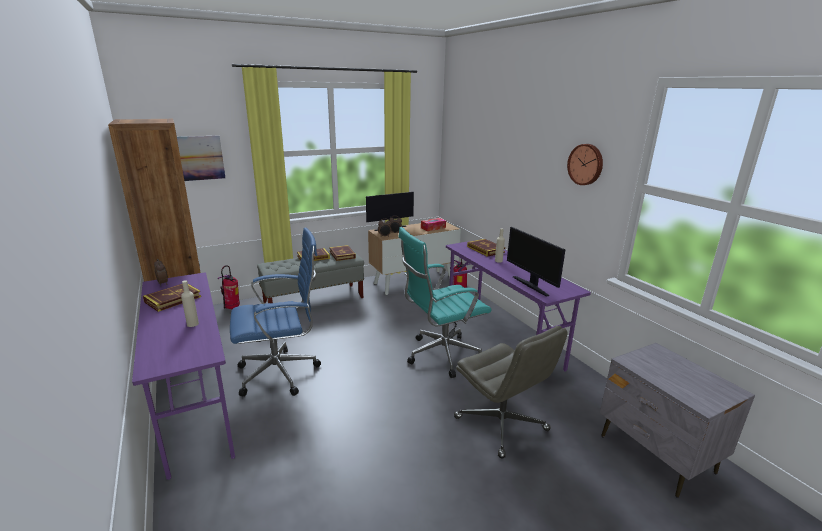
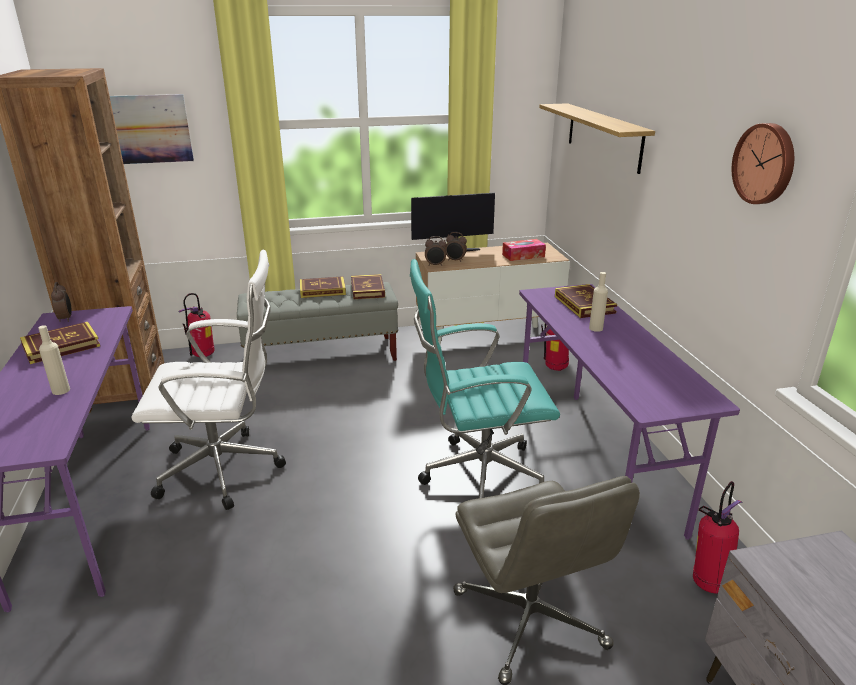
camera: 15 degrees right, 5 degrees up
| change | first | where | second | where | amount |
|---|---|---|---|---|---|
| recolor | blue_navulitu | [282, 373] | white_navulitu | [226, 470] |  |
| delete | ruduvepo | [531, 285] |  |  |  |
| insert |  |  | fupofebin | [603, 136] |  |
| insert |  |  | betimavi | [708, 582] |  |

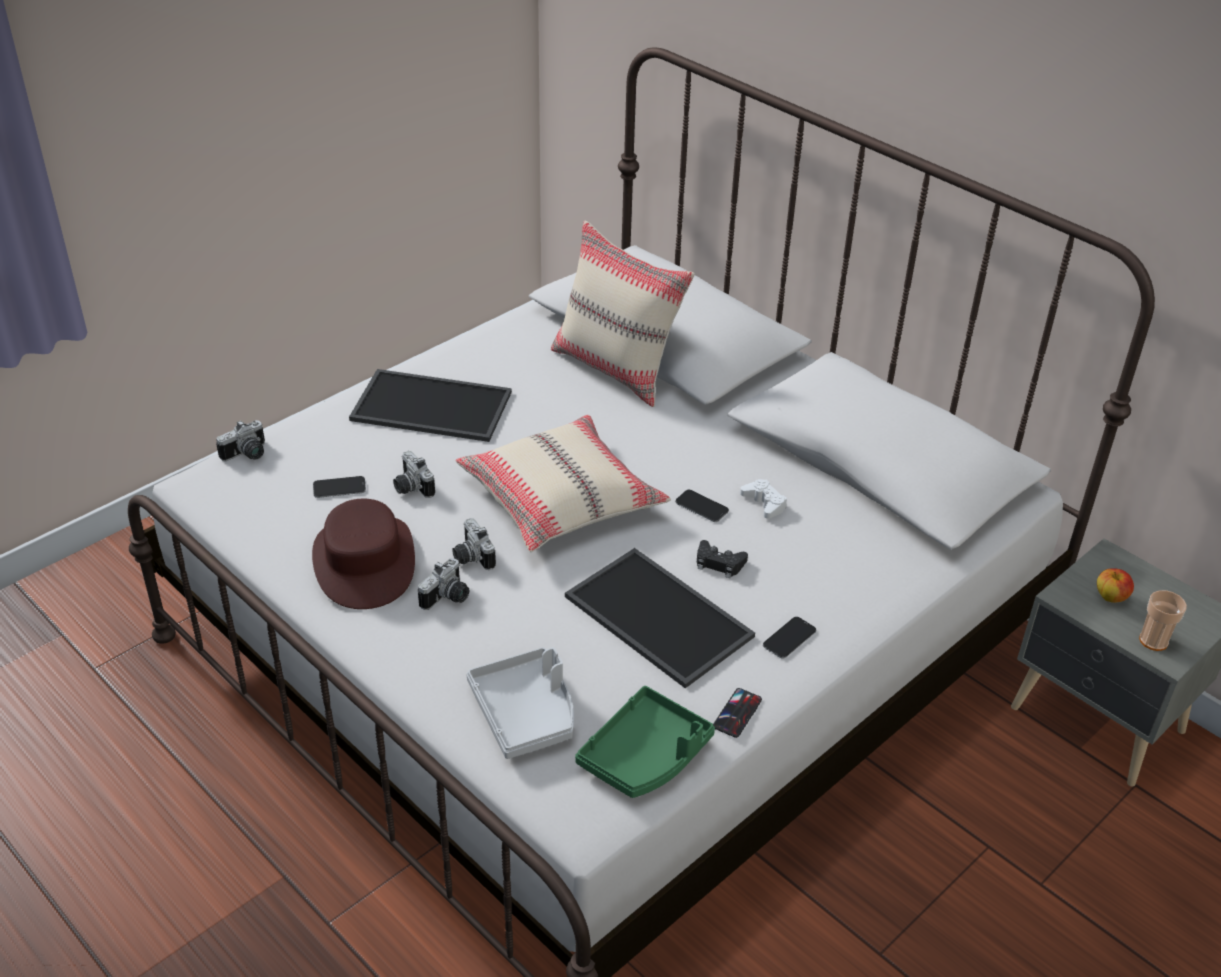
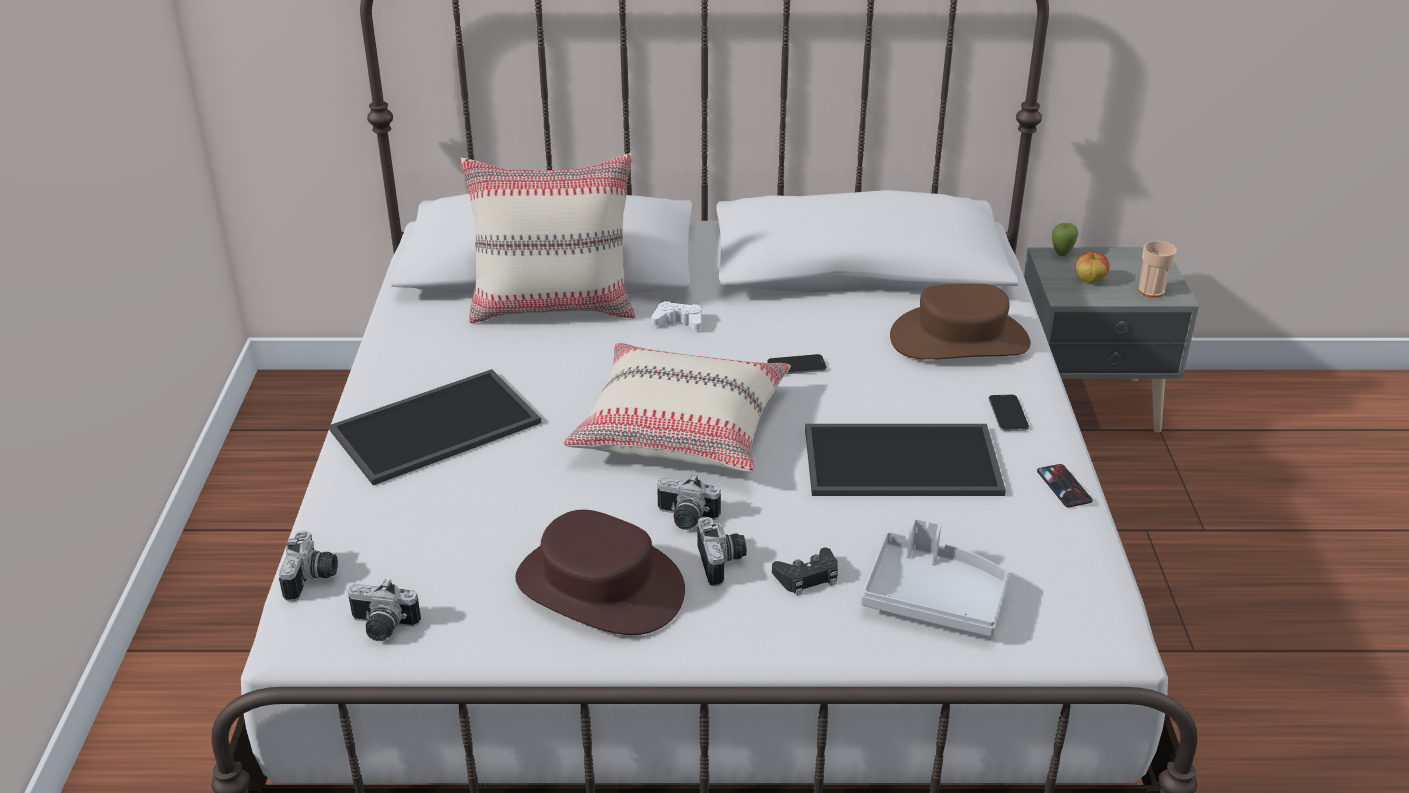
camera: 45 degrees left, 5 degrees down
| change | first | where | second | where | amount |
|---|---|---|---|---|---|
| move | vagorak | [410, 487] |  | [382, 628] |  |
| delete | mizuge | [339, 488] |  |  |  |
| move | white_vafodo | [764, 503] |  | [678, 322] |  |
| move | black_vafodo | [719, 563] |  | [807, 577] |  |
| delete | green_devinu | [645, 756] |  |  |  |
| insert |  |  | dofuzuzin | [1061, 254] |  |
| insert |  |  | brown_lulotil | [959, 339] |  |

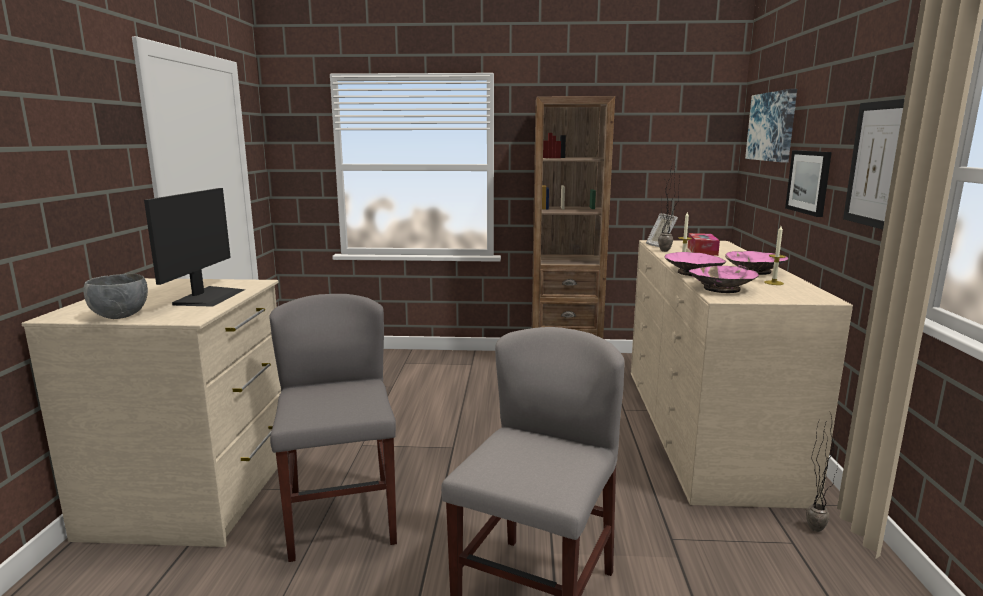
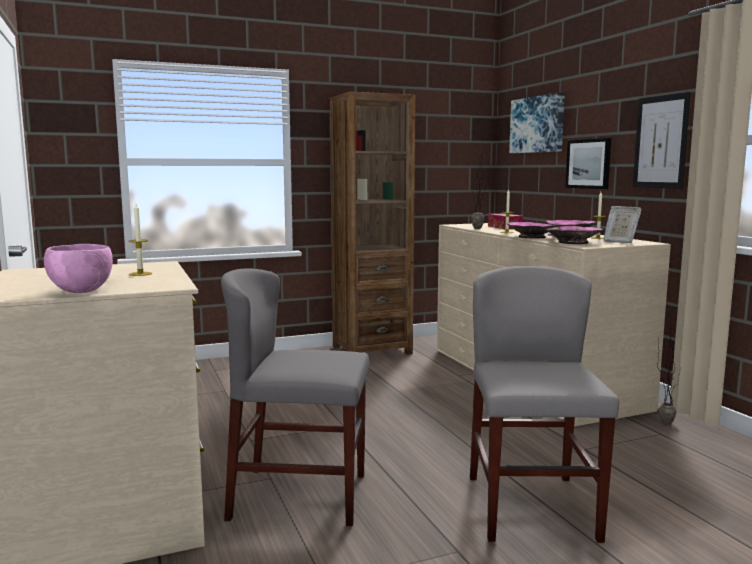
camera: 25 degrees left, 5 degrees down
| change | first | where | second | where | amount |
|---|---|---|---|---|---|
| replace | ruduvepo | [209, 296] | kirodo | [140, 274] |  |
| move | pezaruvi | [660, 245] |  | [620, 242] |  |
| recolor | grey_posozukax | [119, 316] | pink_posozukax | [80, 291] |  |
| rotate | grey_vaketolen | [342, 517] |  | [299, 496] | 45 degrees counterclockwise |

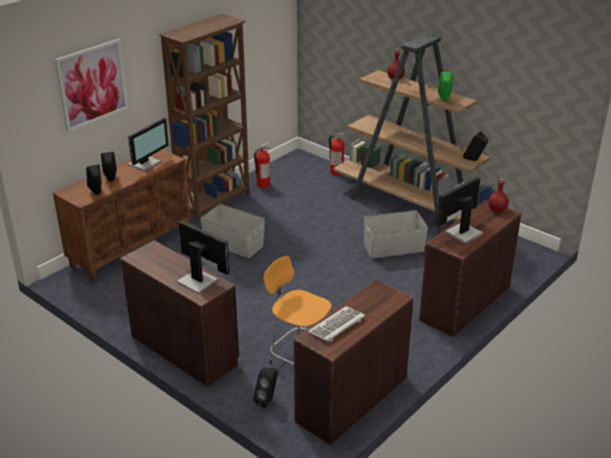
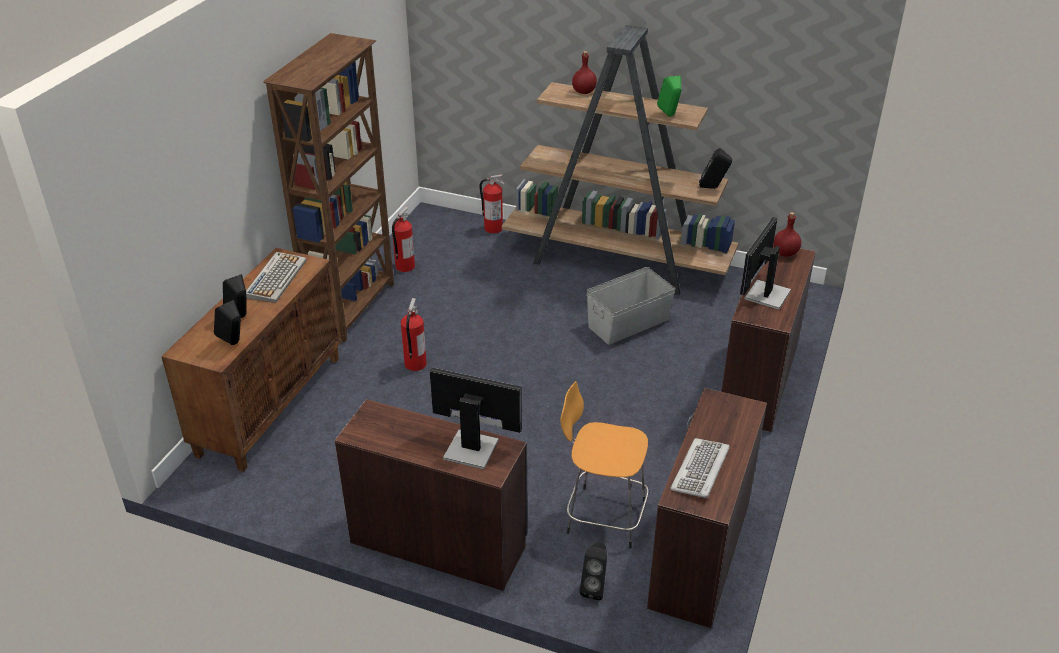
camera: 20 degrees left, 5 degrees up
| change | first | where | second | where | amount |
|---|---|---|---|---|---|
| delete | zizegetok | [92, 84] |  |  |  |
| replace | ruduvepo | [145, 163] | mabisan | [275, 278] |  |
| replace | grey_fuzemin | [233, 244] | betimavi | [415, 364] |  |

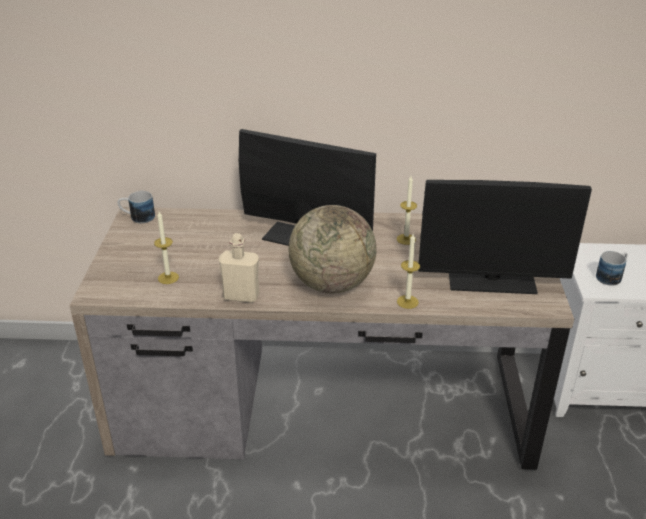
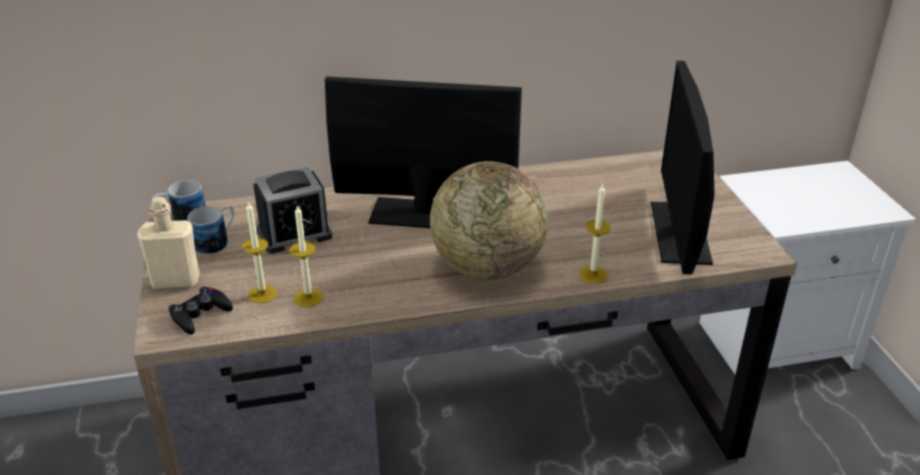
camera: 15 degrees left, 0 degrees up
| change | first | where | second | where | amount |
|---|---|---|---|---|---|
| move | kirodo | [406, 239] |  | [308, 298] |  |
| rotate | ruduvepo | [491, 281] |  | [680, 232] | 105 degrees clockwise |
| move | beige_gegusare | [241, 296] |  | [176, 281] |  |
| move | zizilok | [611, 276] |  | [216, 241] |  |
| insert |  |  | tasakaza | [294, 234] |  |
| insert |  |  | black_vafodo | [200, 315] |  |

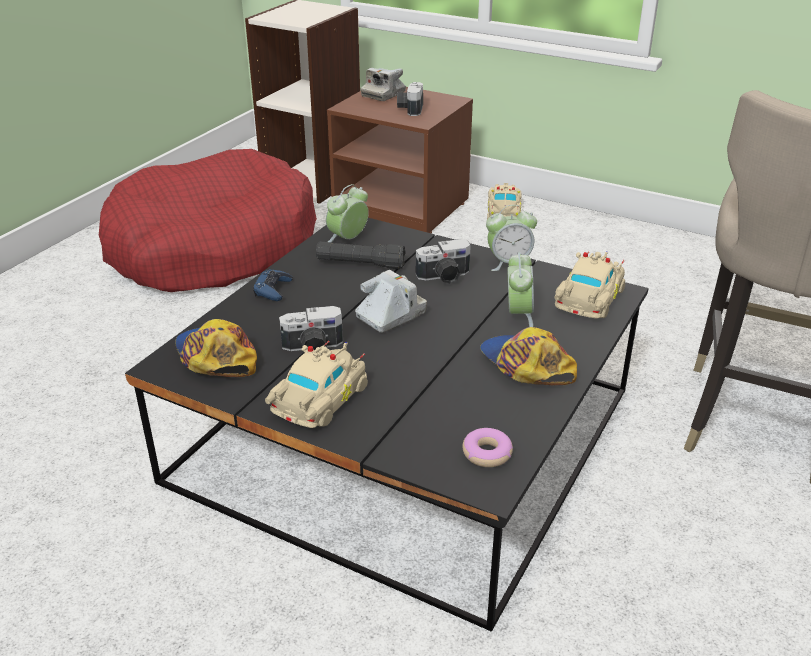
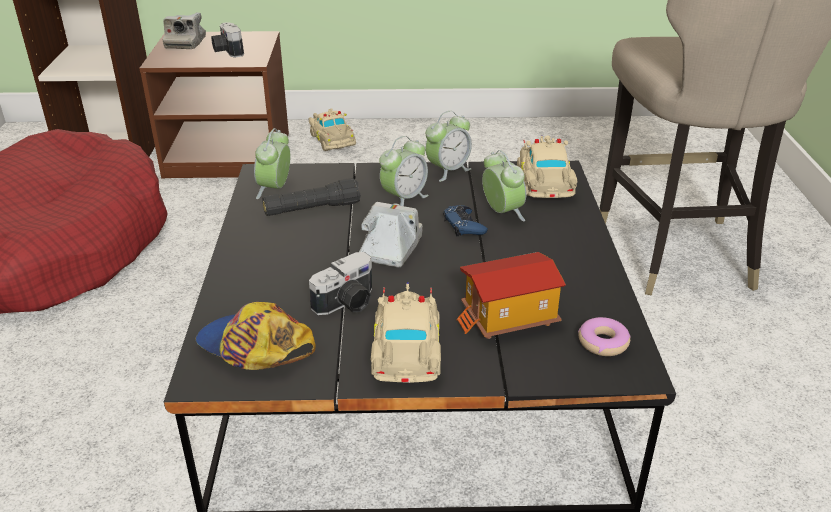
camera: 30 degrees left, 0 degrees up
| change | first | where | second | where | amount |
|---|---|---|---|---|---|
| replace | vagorak | [444, 277] | tasakaza | [404, 199] |  |
| move | blue_vafodo | [273, 289] |  | [464, 225] |  |
| delete | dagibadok | [525, 365] |  |  |  |
| insert |  |  | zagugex | [509, 319] |  |

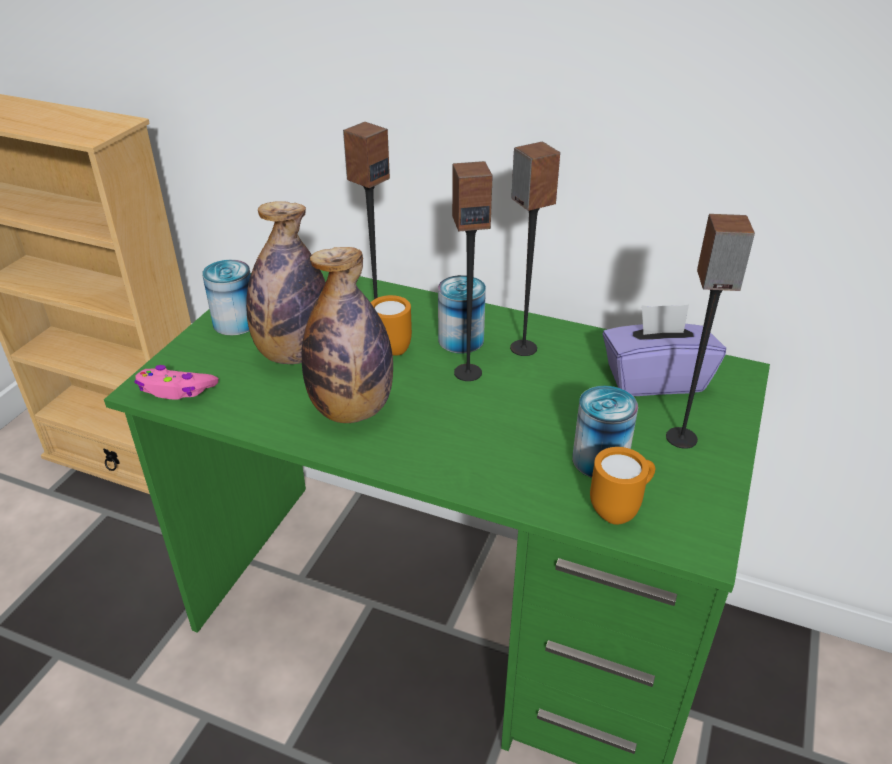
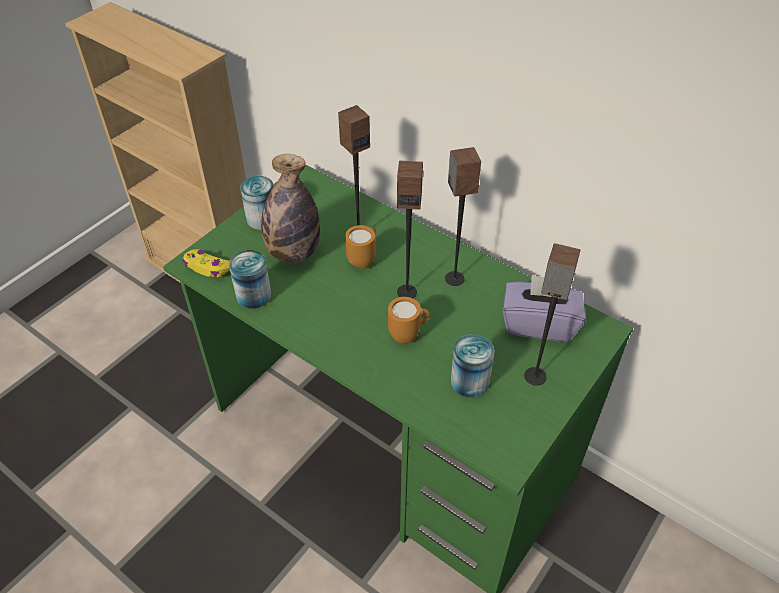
camera: 15 degrees right, 10 degrees up
| change | first | where | second | where | amount |
|---|---|---|---|---|---|
| delete | gegusare | [352, 410] |  |  |  |
| move | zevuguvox | [461, 340] |  | [253, 295] |  |
| recolor | pink_vafodo | [176, 390] | yellow_vafodo | [209, 268] |  |
| move | orange_zizilok | [619, 510] |  | [408, 335] |  |

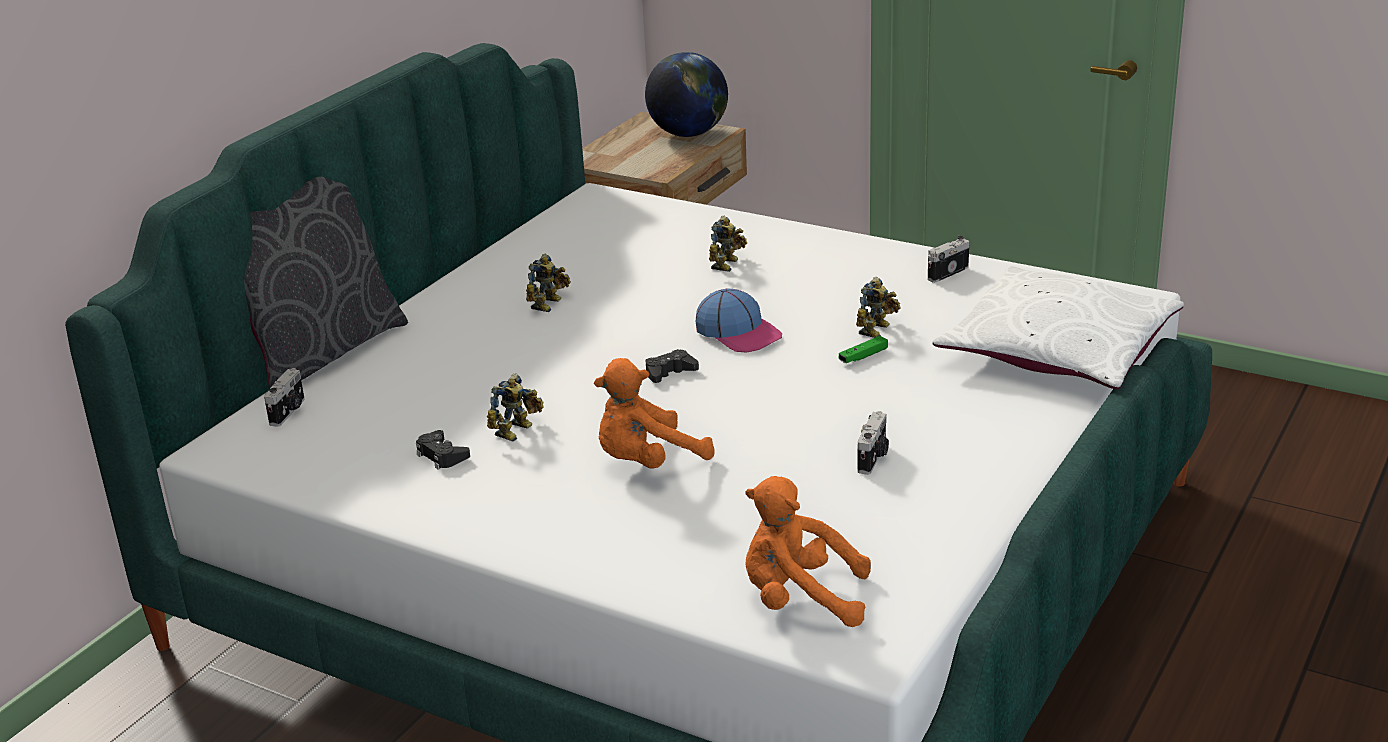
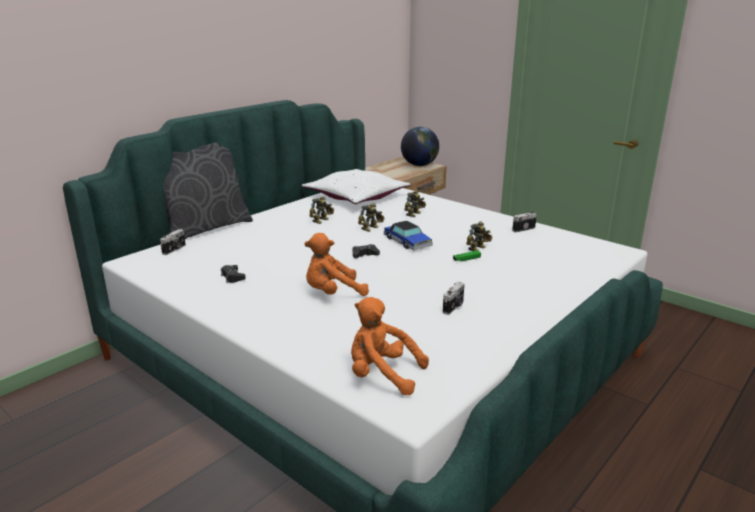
camera: 10 degrees right, 5 degrees down
| change | first | where | second | where | amount |
|---|---|---|---|---|---|
| move | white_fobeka | [1057, 350] |  | [356, 196] |  |
| replace | dagibadok | [739, 333] | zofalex | [407, 242] |  |
| move | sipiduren | [517, 431] |  | [371, 228] |  |

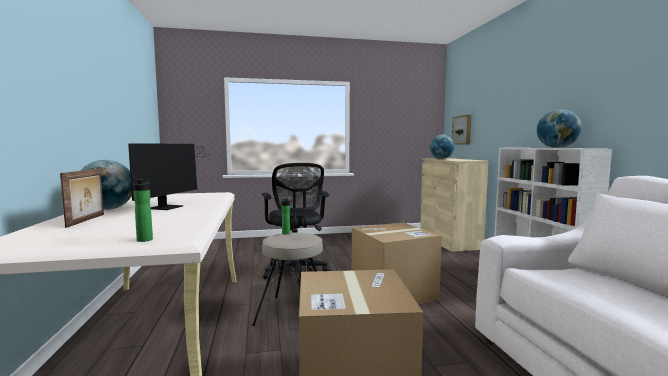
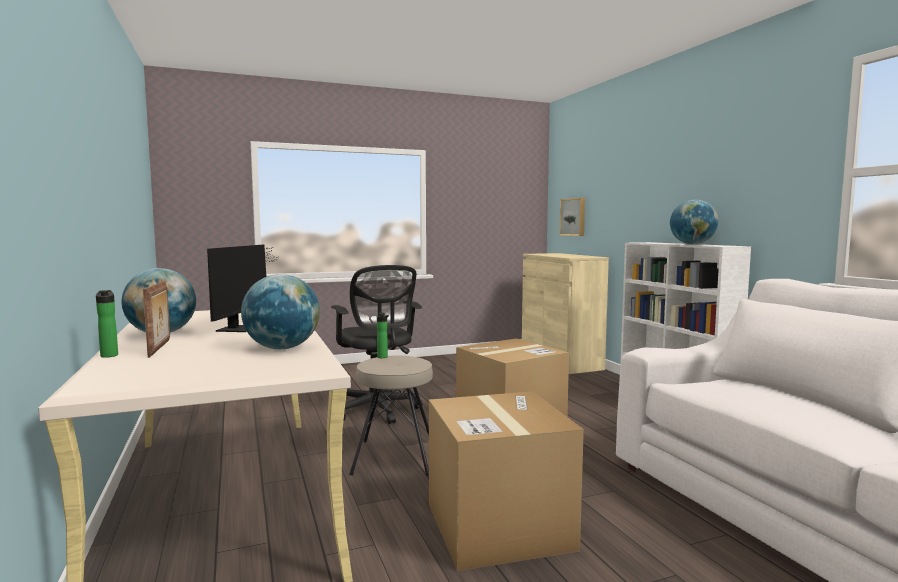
camera: 10 degrees left, 0 degrees up
| change | first | where | second | where | amount |
|---|---|---|---|---|---|
| move | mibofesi | [441, 158] |  | [282, 348] |  |
| move | gegusare | [145, 239] |  | [109, 355] |  |

